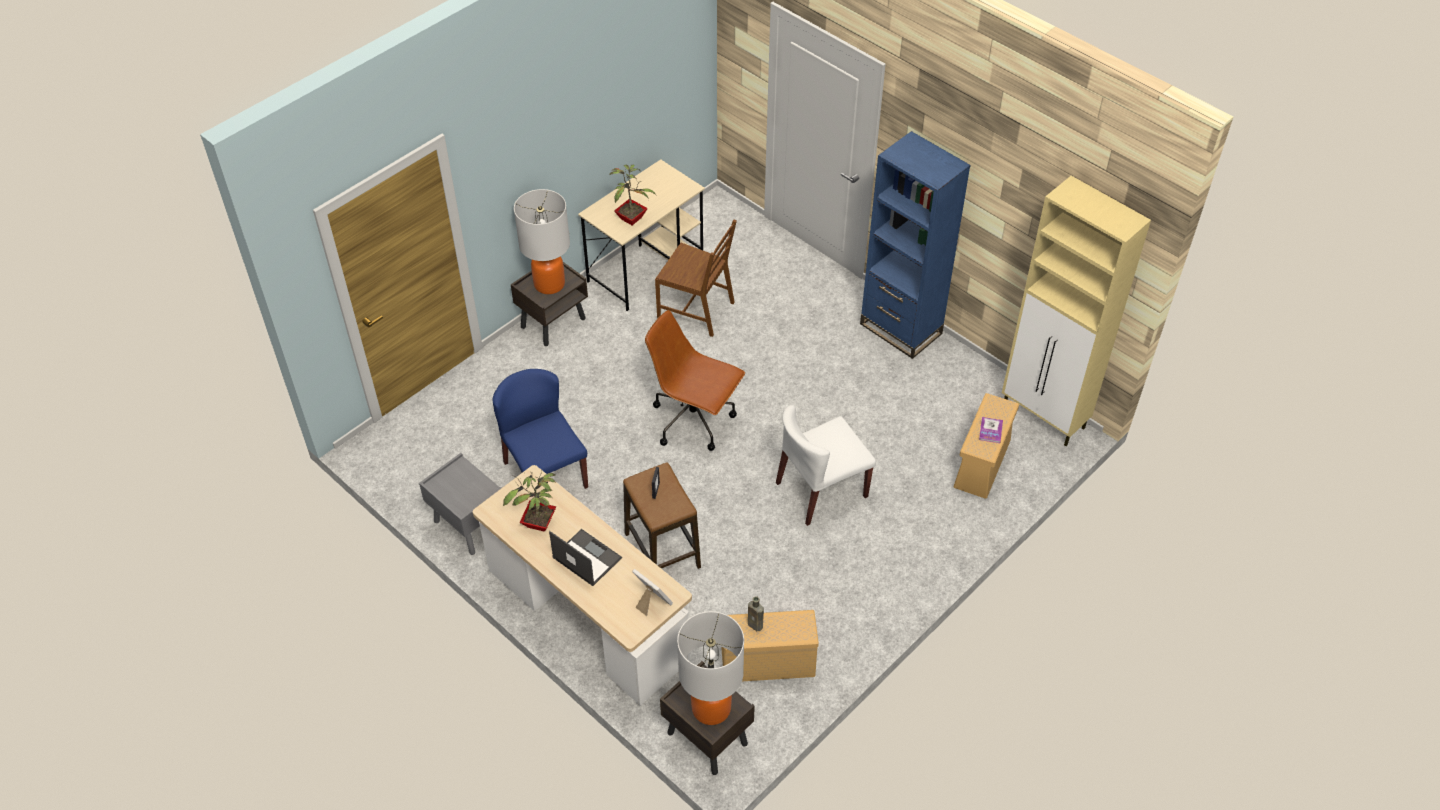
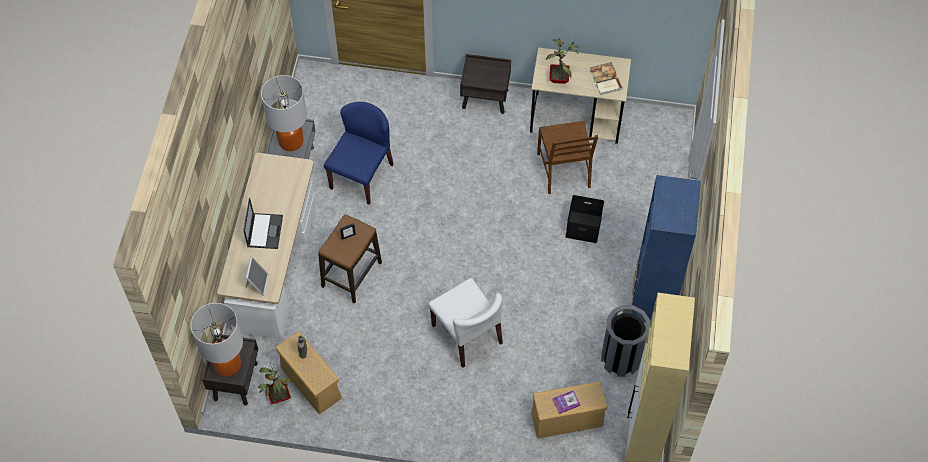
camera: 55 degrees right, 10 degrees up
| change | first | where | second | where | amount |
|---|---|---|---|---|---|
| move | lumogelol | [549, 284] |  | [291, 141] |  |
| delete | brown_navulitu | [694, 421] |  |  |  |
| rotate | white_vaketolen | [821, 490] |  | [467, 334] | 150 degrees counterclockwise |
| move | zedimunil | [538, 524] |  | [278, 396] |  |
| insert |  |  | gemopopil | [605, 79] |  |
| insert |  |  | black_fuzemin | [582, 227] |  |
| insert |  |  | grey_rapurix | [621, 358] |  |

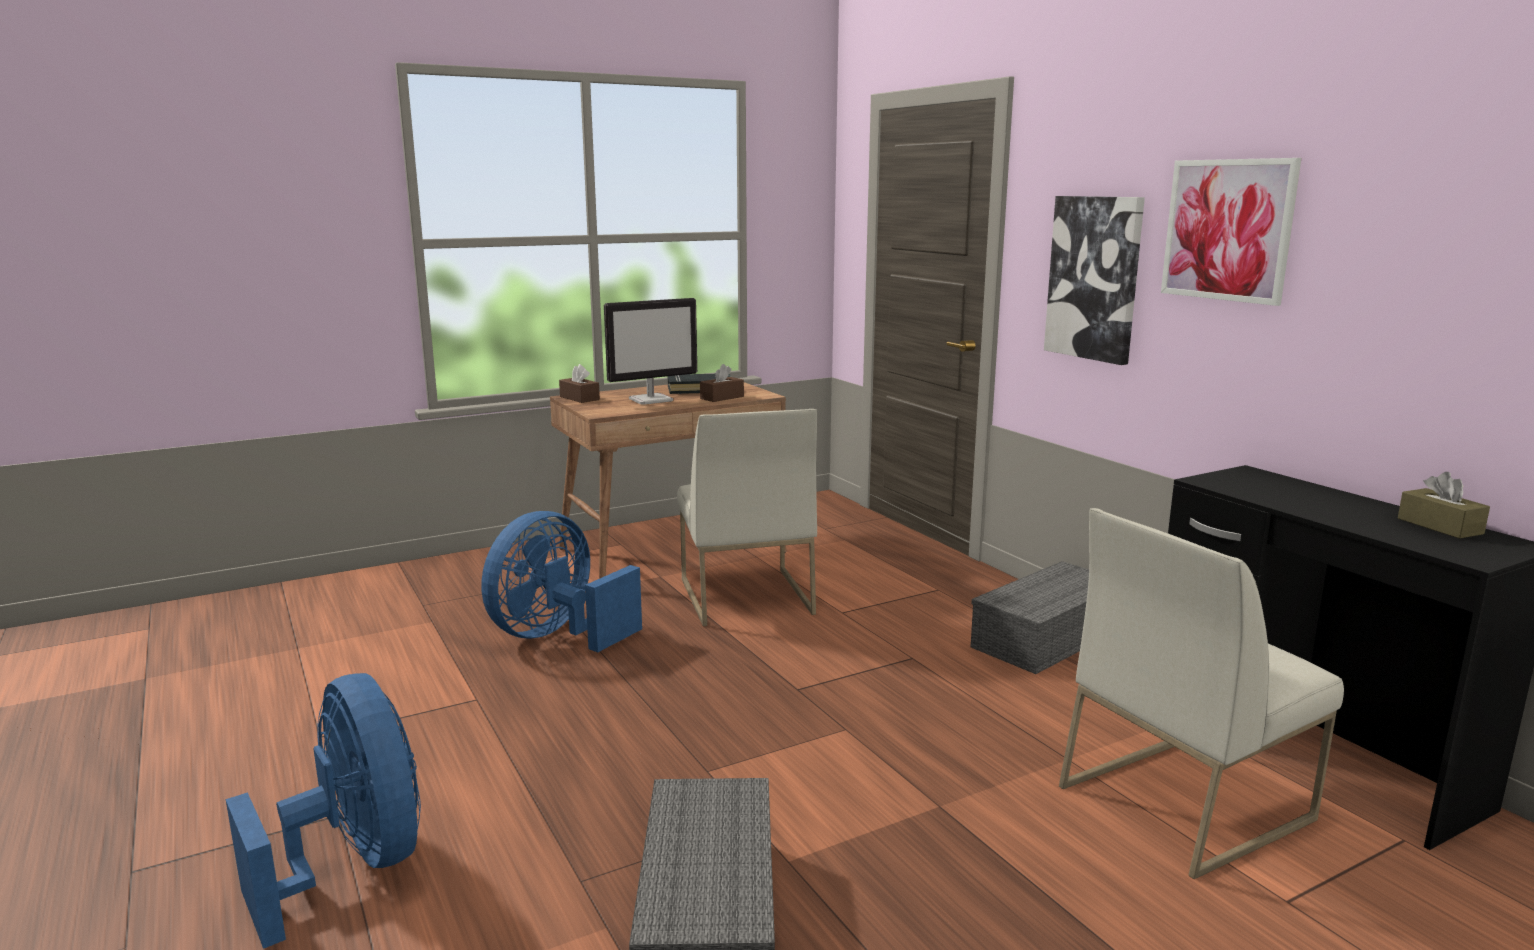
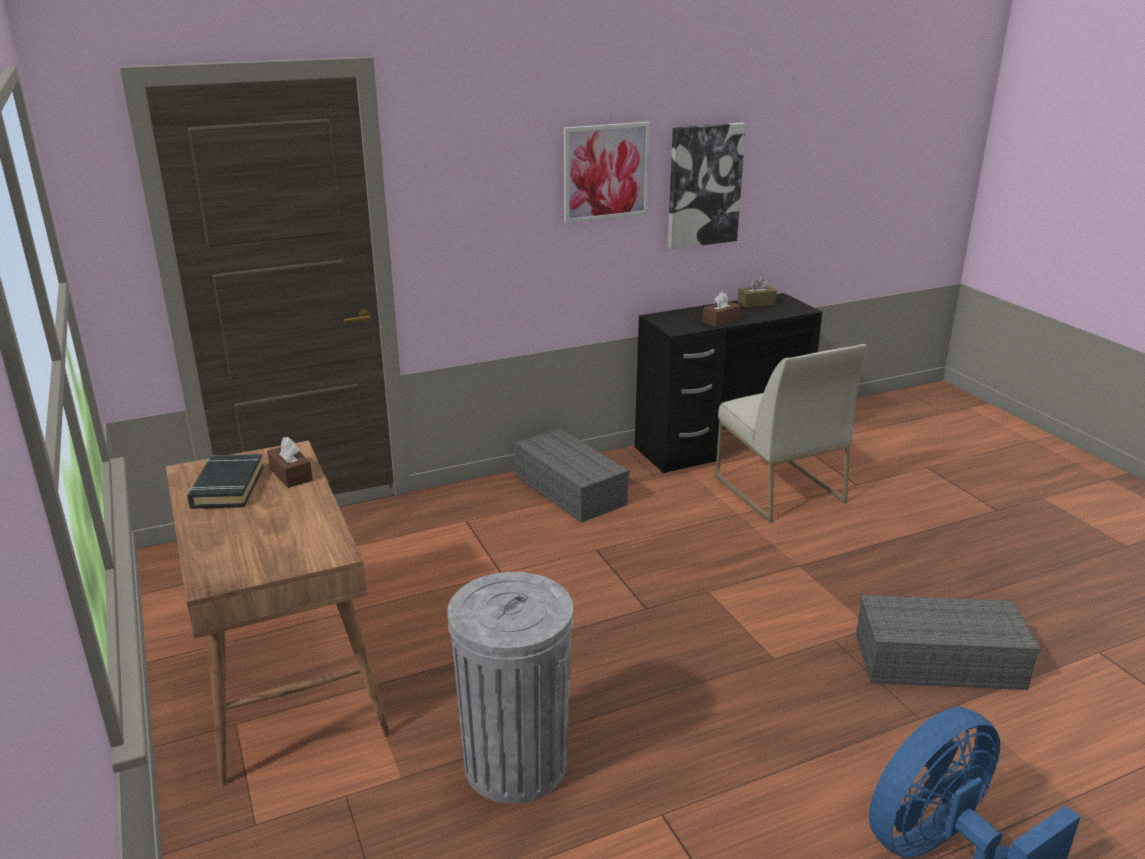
camera: 85 degrees left, 10 degrees up
| change | first | where | second | where | amount |
|---|---|---|---|---|---|
| move | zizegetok | [1094, 278] |  | [704, 185] |  |
| delete | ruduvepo | [651, 400] |  |  |  |
| move | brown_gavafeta | [579, 398] |  | [721, 321] |  |
| delete | white_vaketolen | [744, 596] |  |  |  |
| replace | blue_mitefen | [557, 636] | grey_rapurix | [516, 763] |  |

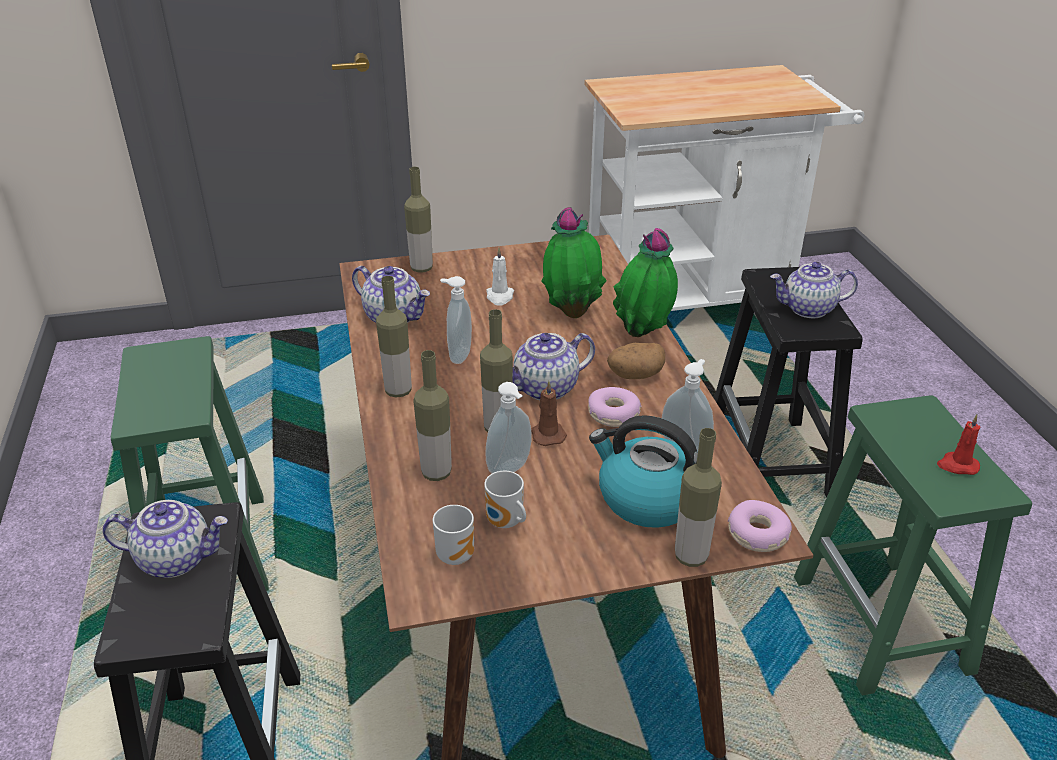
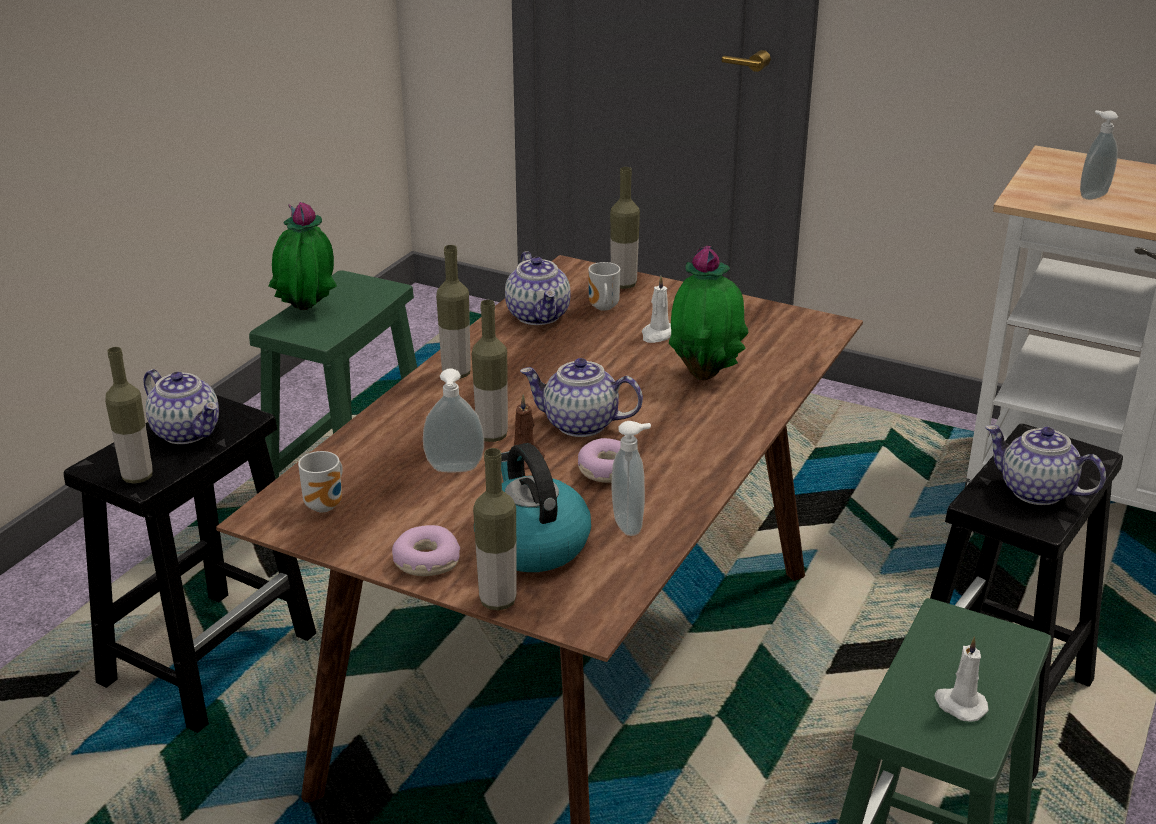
camera: 40 degrees right, 5 degrees down
| change | first | where | second | where | amount |
|---|---|---|---|---|---|
| move | zedimunil | [643, 336] |  | [307, 312] |  |
| move | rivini | [458, 355] |  | [1091, 195] |  |
| delete | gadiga | [635, 375] |  |  |  |
| move | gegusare | [436, 473] |  | [137, 477] |  |
| recolor | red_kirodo | [957, 465] | white_kirodo | [959, 705] |  |
| move | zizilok | [505, 523] |  | [602, 308] |  |
| move | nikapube | [757, 534] |  | [426, 561] |  |

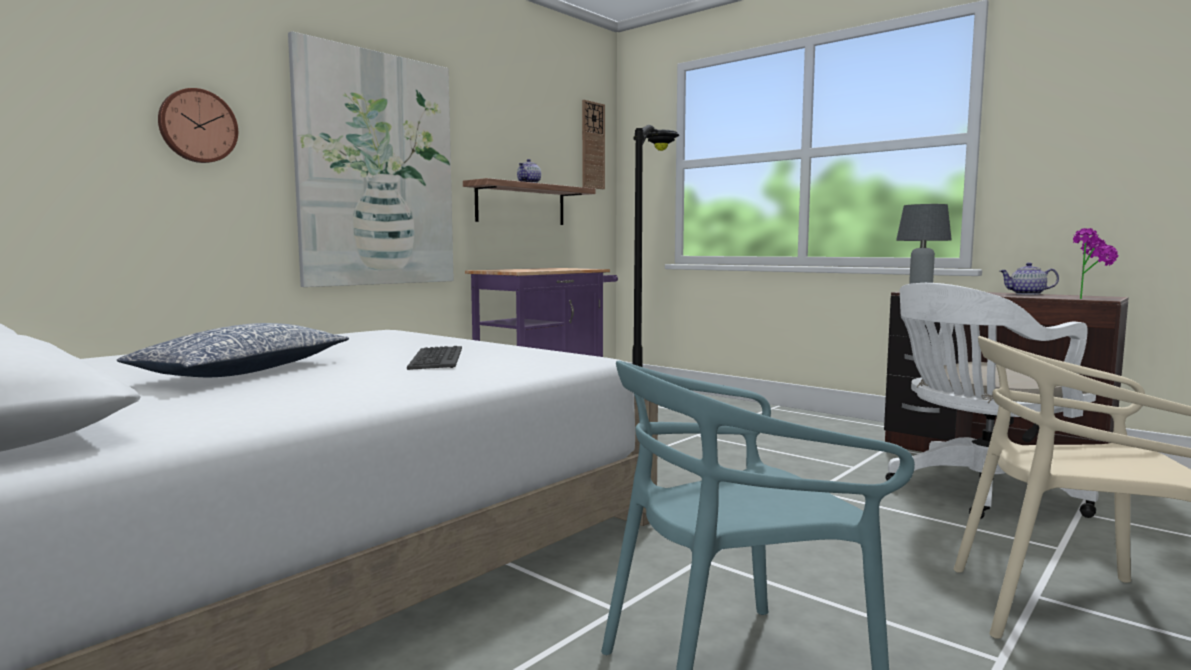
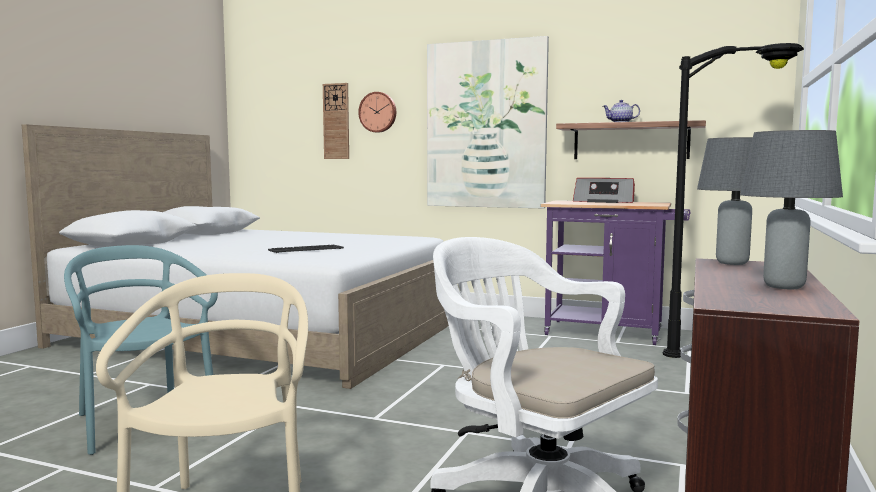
camera: 70 degrees right, 0 degrees up
| change | first | where | second | where | amount |
|---|---|---|---|---|---|
| move | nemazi | [592, 145] |  | [336, 121] |  |
| delete | zedimunil | [1090, 299] |  |  |  |
| replace | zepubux | [1027, 294] | grey_lumogelol | [783, 287] |  |
| delete | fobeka | [244, 371] |  |  |  |
| insert |  |  | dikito | [605, 202] |  |

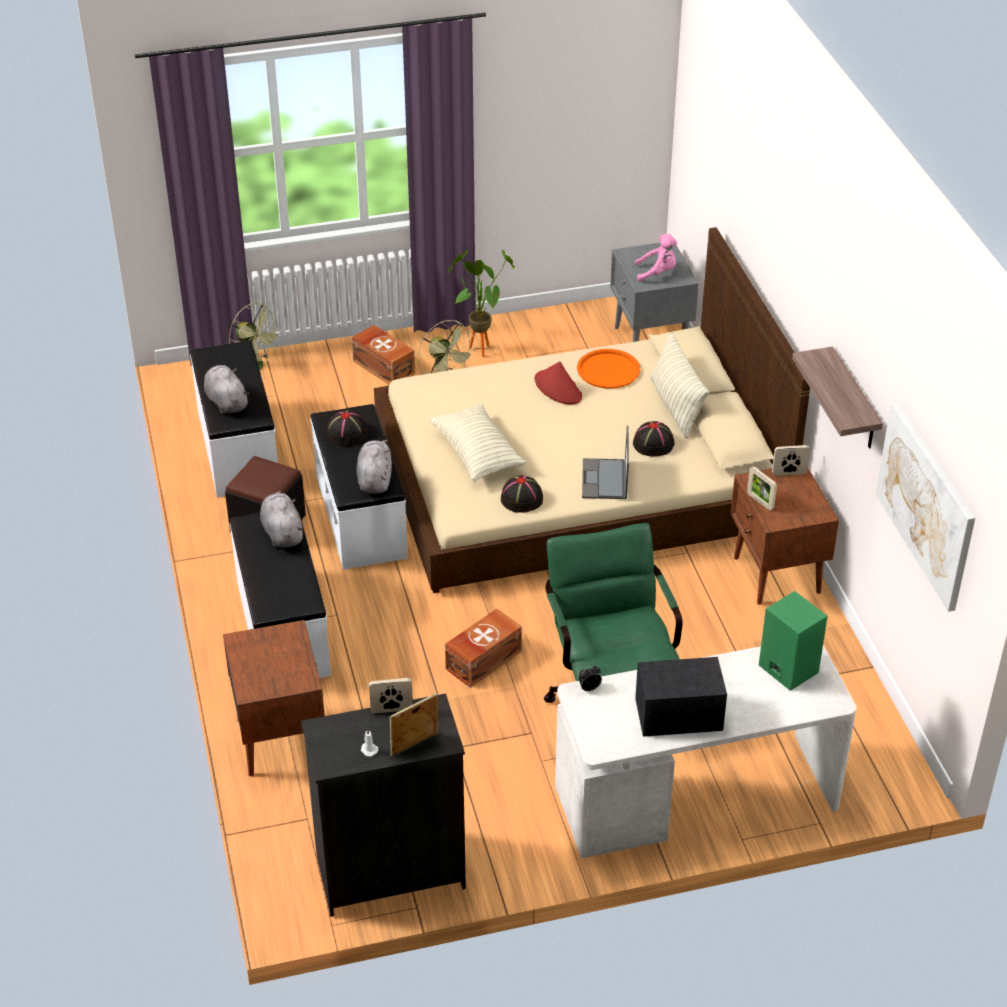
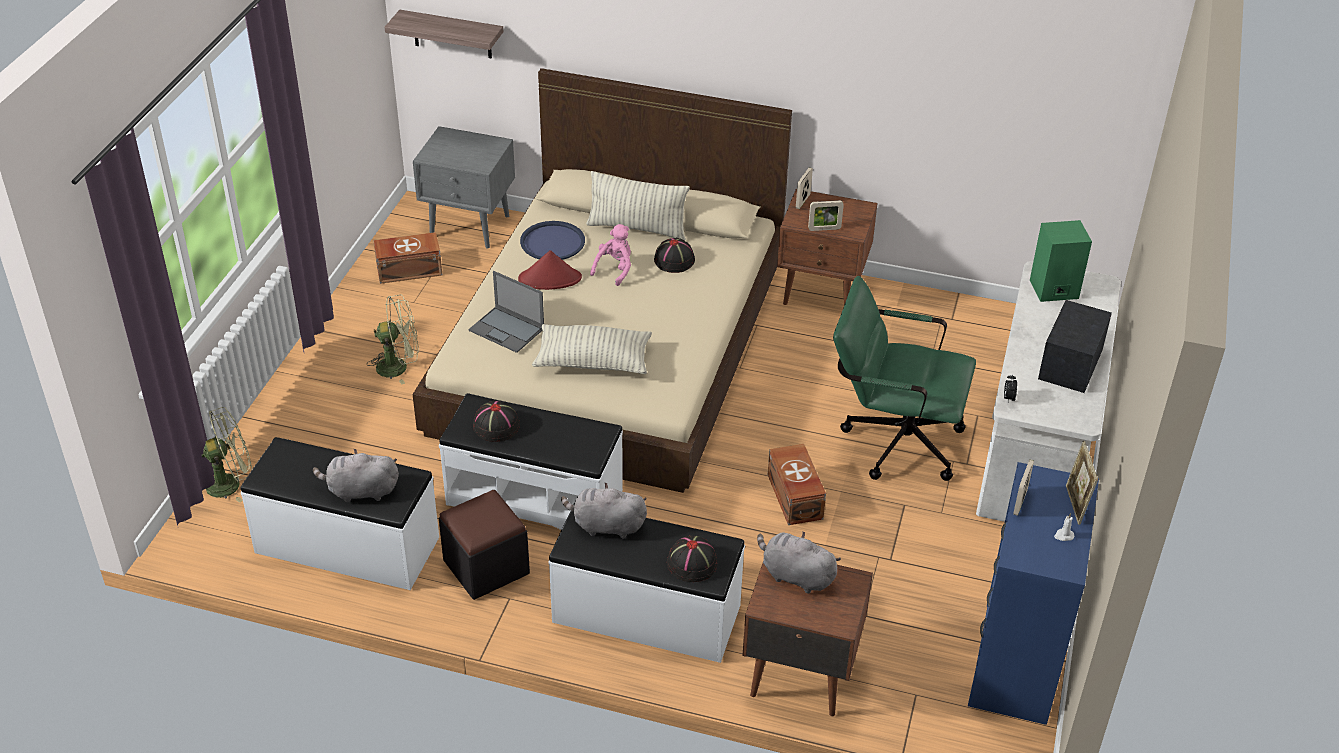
camera: 60 degrees left, 0 degrees up
| change | first | where | second | where | amount |
|---|---|---|---|---|---|
| move | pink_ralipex | [657, 273] |  | [615, 269] |  |
| delete | zedimunil | [480, 347] |  |  |  |
| move | brown_fuzemin | [384, 366] |  | [408, 269] |  |
| move | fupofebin | [854, 401] |  | [452, 34] |  |
| recolor | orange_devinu | [608, 370] | blue_devinu | [552, 242] |  |
| delete | zizegetok | [926, 505] |  |  |  |
| move | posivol | [605, 480] |  | [507, 330] |  |
| move | grey_ralipex | [375, 479] |  | [795, 576] |  |
| move | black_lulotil | [522, 499] |  | [692, 562] |  |
| recolor | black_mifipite | [390, 871] | blue_mifipite | [1014, 662] |  |

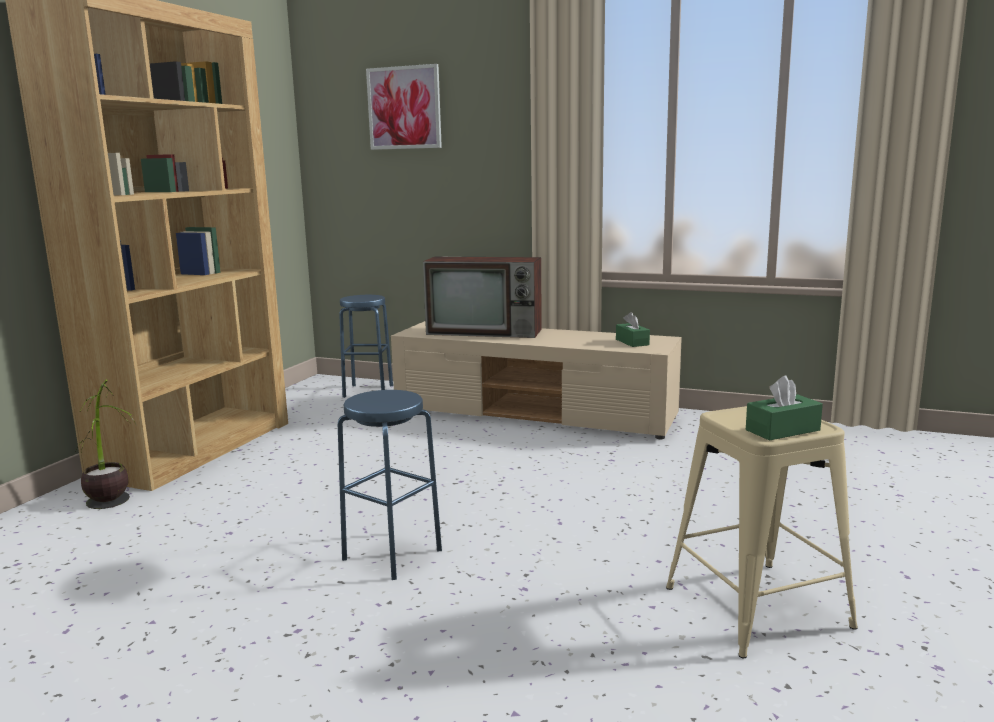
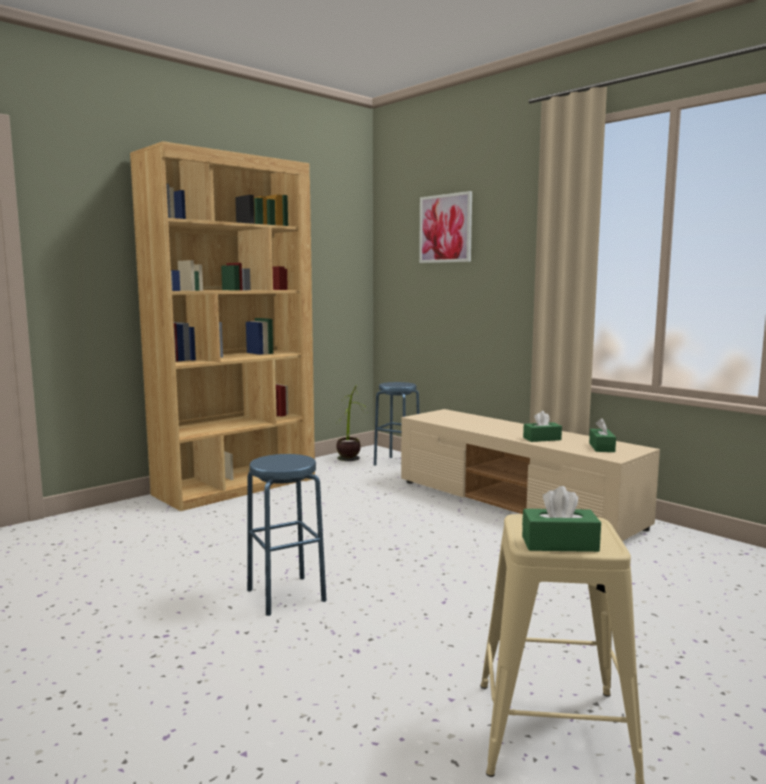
camera: 25 degrees right, 5 degrees down
| change | first | where | second | where | amount |
|---|---|---|---|---|---|
| delete | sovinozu | [486, 332] |  |  |  |
| move | zedimunil | [112, 509] |  | [350, 461] |  |
| insert |  |  | green_gavafeta | [542, 439] |  |

